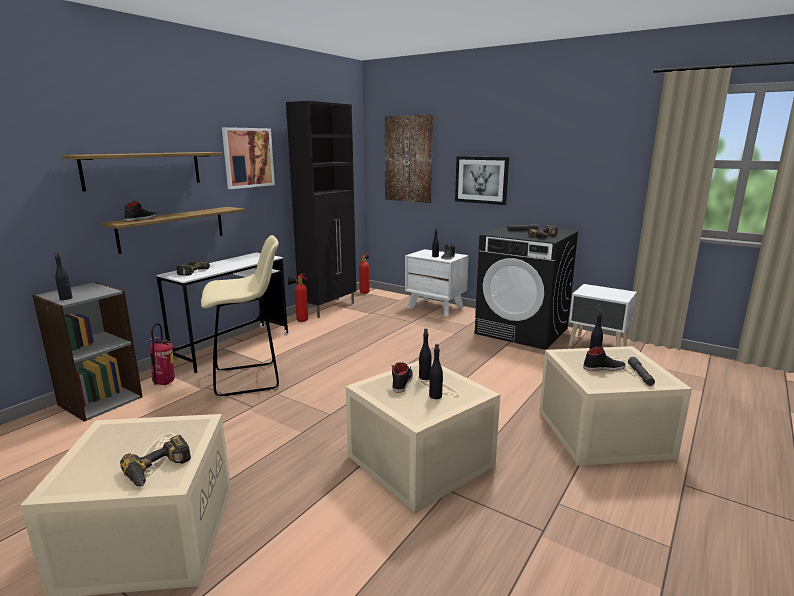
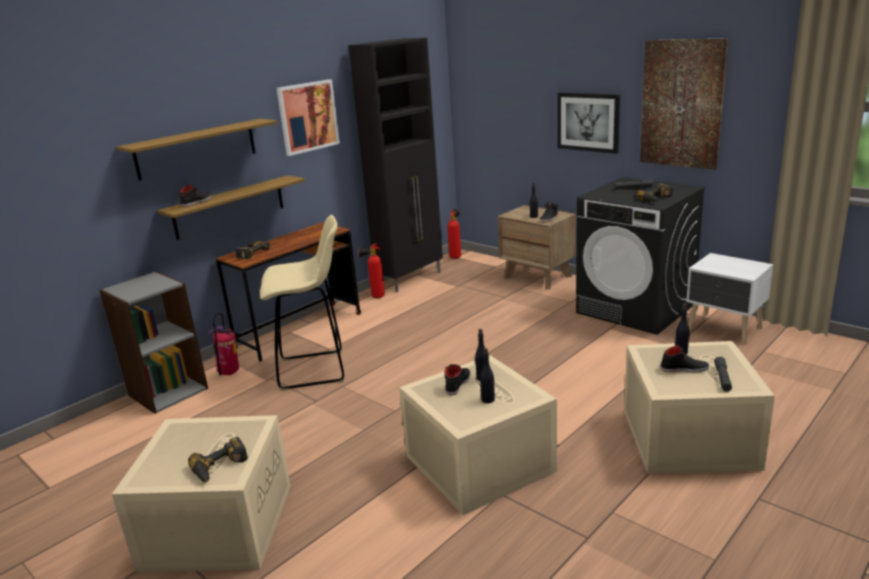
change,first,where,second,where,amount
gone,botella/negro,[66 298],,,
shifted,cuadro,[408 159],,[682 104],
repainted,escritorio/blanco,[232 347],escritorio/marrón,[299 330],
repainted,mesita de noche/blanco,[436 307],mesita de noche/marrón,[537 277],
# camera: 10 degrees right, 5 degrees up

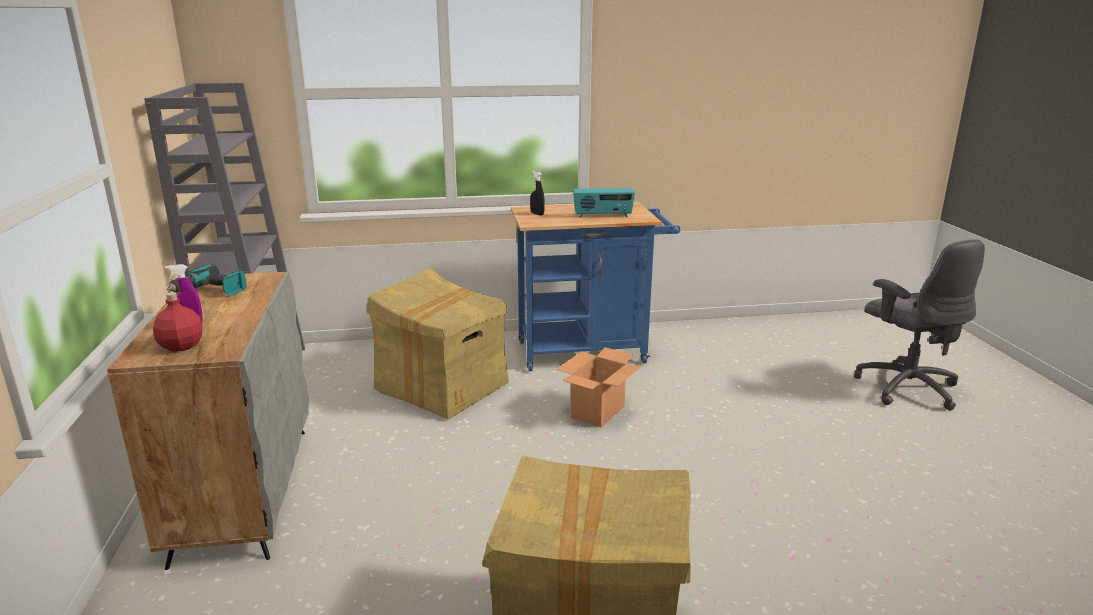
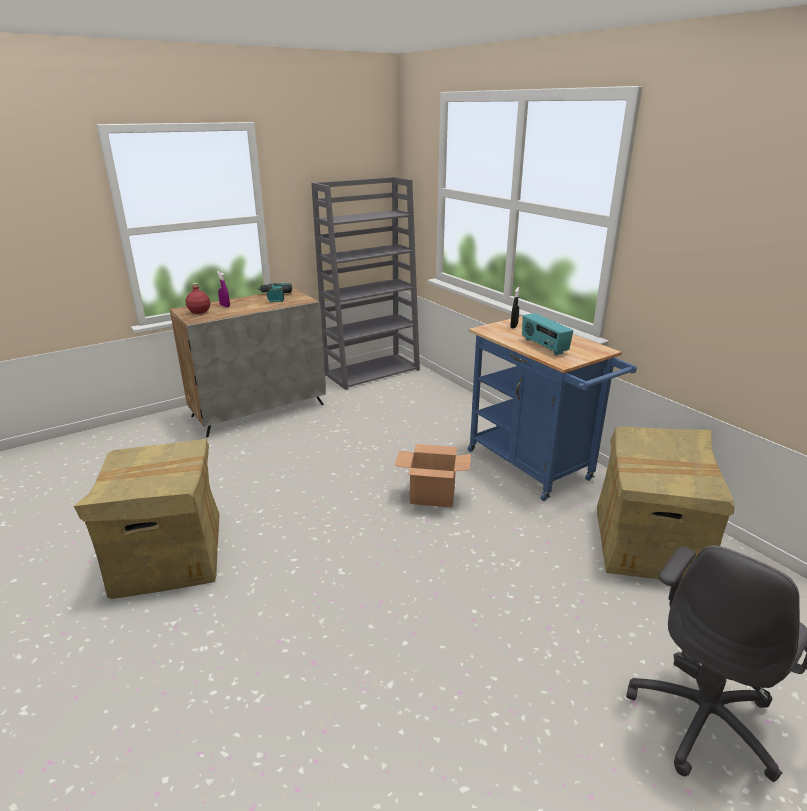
change,first,where,second,where,amount
shifted,caja de cartón,[441 387],,[649 544],
# camera: 65 degrees right, 5 degrees up

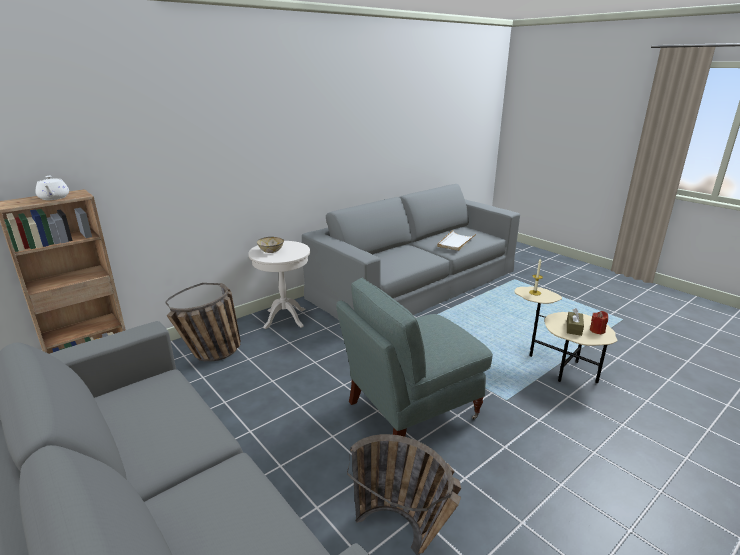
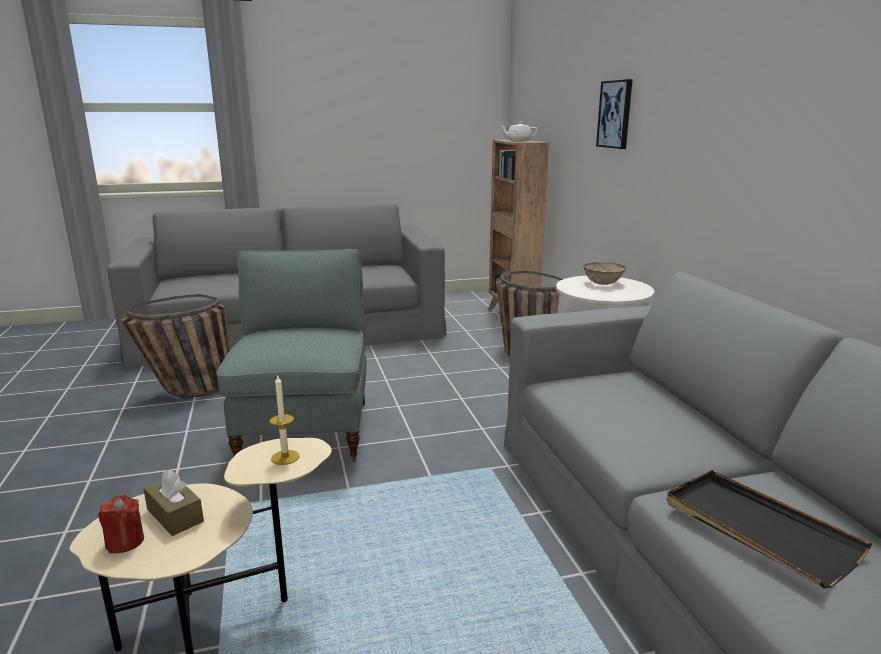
change,first,where,second,where,amount
new,,,cuadro,[615 114],
repainted,bandeja/blanco,[456 242],bandeja/negro,[758 529],
# camera: 115 degrees right, 5 degrees down

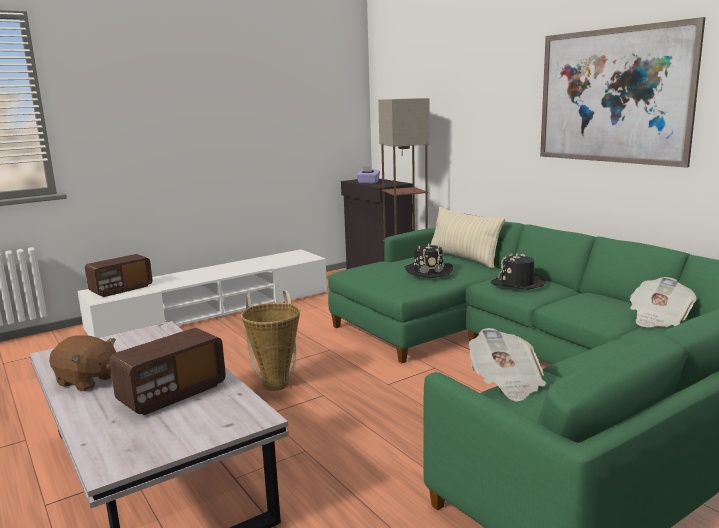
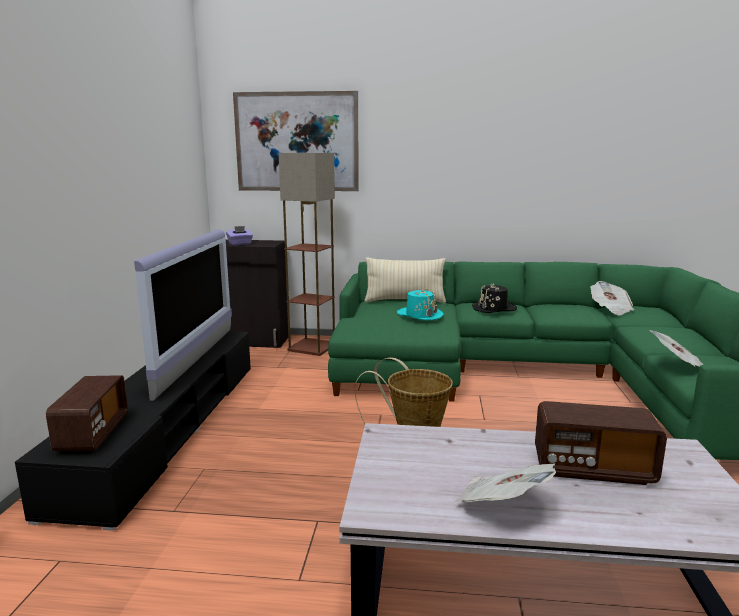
change,first,where,second,where,amount
new,,,televisor,[198 360],
shifted,cuadro,[612 96],,[296 142],
swapped,peluche/marrón,[87 381],periódico,[502 505],
repainted,mueble de televisión/blanco,[214 311],mueble de televisión/negro,[168 427],
repainted,sombrero/negro,[428 271],sombrero/turquesa,[420 315],
rotated,radio,[172 394],,[592 469],105 degrees clockwise
# camera: 50 degrees left, 0 degrees up

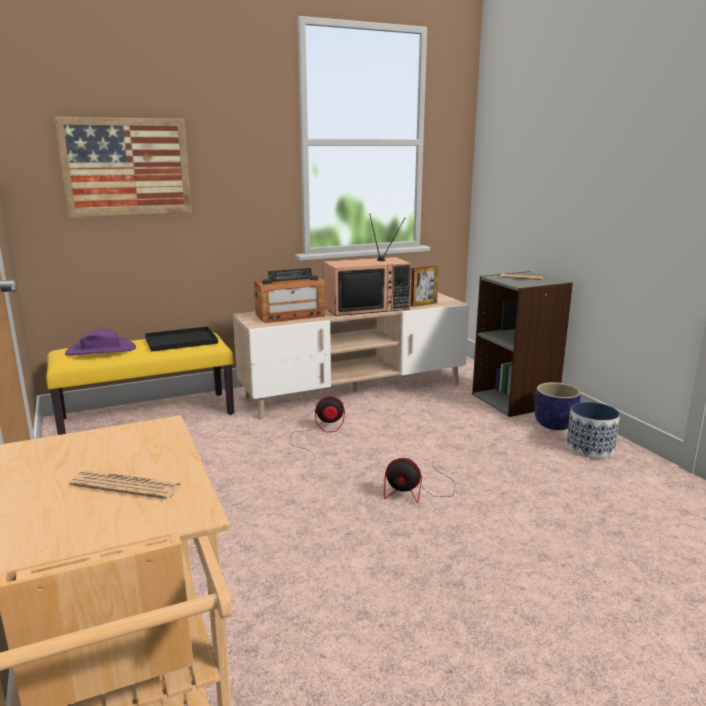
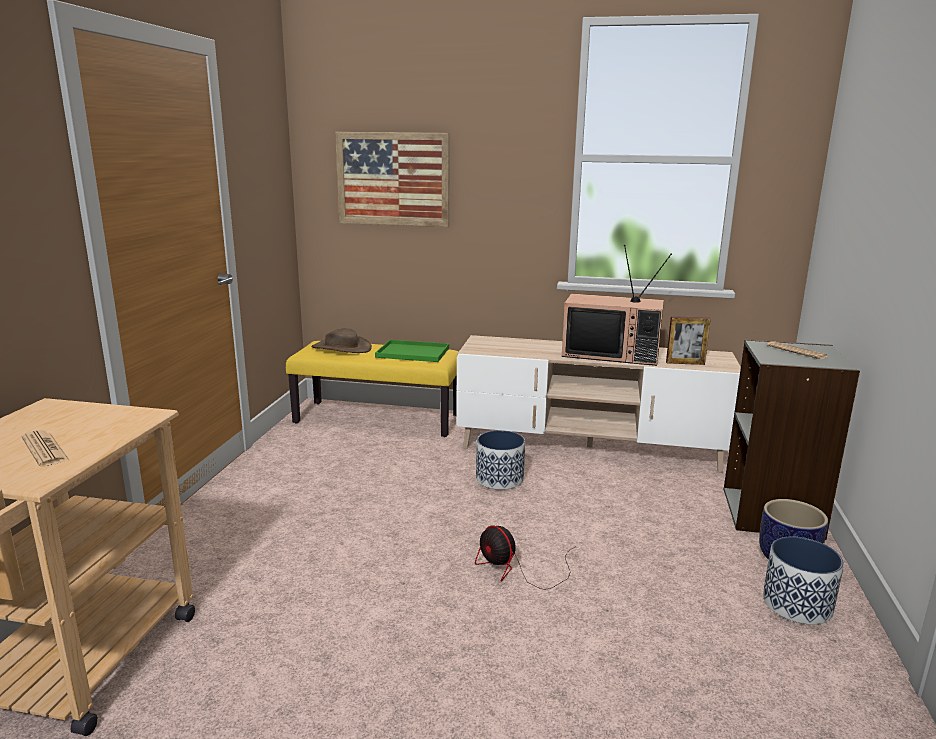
change,first,where,second,where,amount
gone,radio,[290 315],,,
swapped,ventilador,[320 433],maceta,[500 479],
repainted,sombrero/morado,[101 350],sombrero/marrón,[341 348],
repainted,bandeja/negro,[182 340],bandeja/verde,[414 352],
# camera: 35 degrees right, 0 degrees up

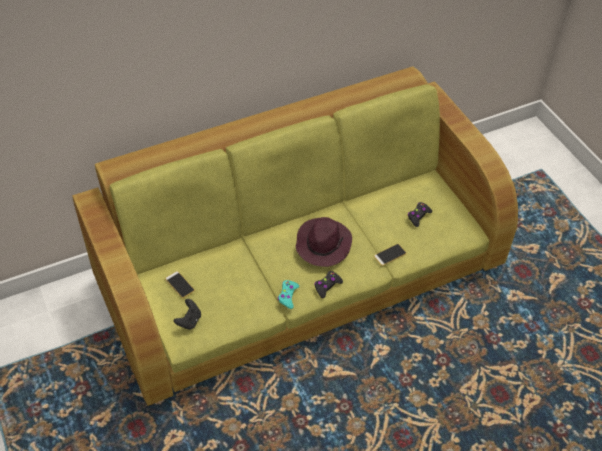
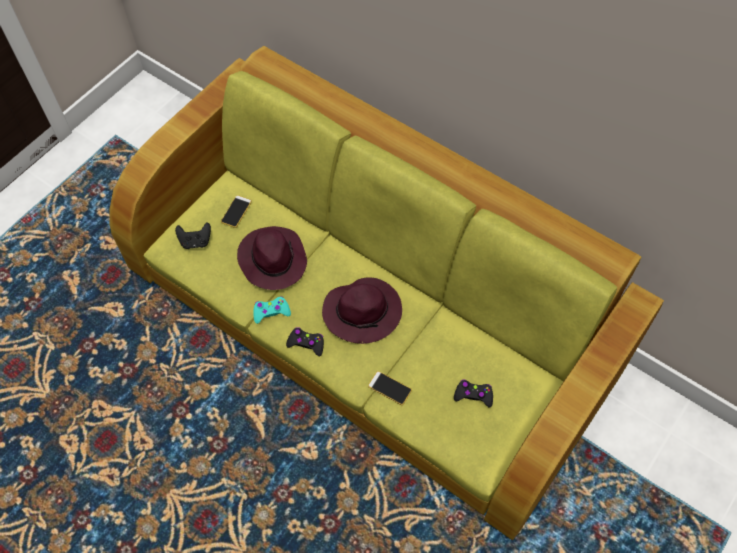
change,first,where,second,where,amount
new,,,sombrero/morado,[272 259],
# camera: 65 degrees right, 10 degrees up

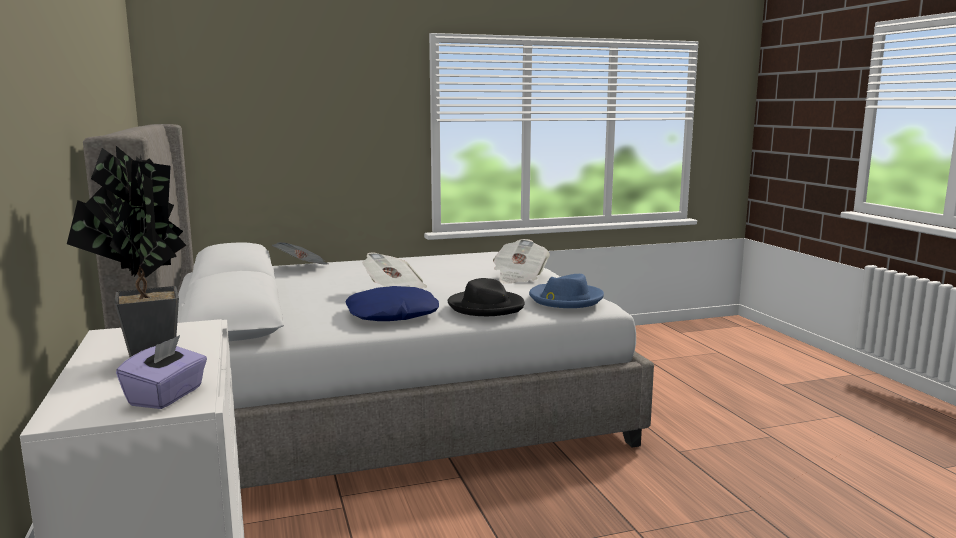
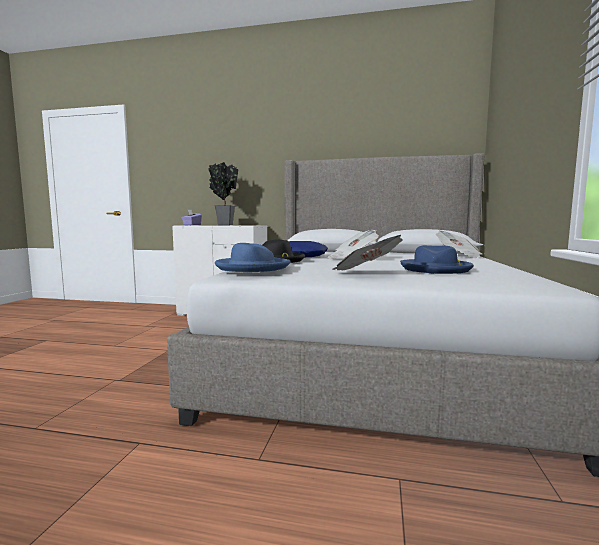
change,first,where,second,where,amount
new,,,sombrero/azul,[436 269],
# camera: 120 degrees right, 5 degrees down

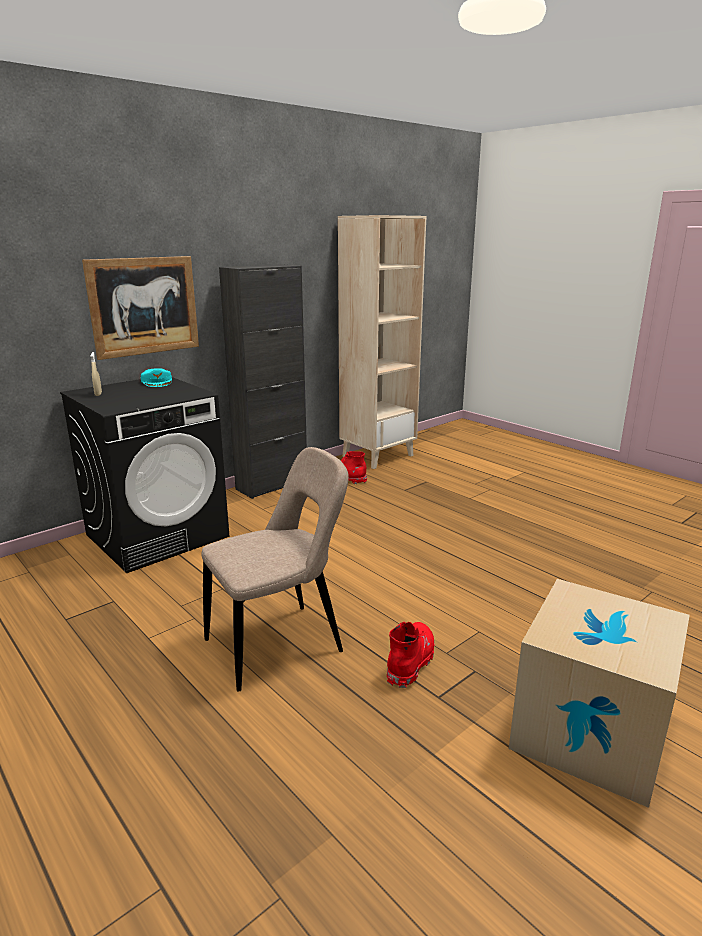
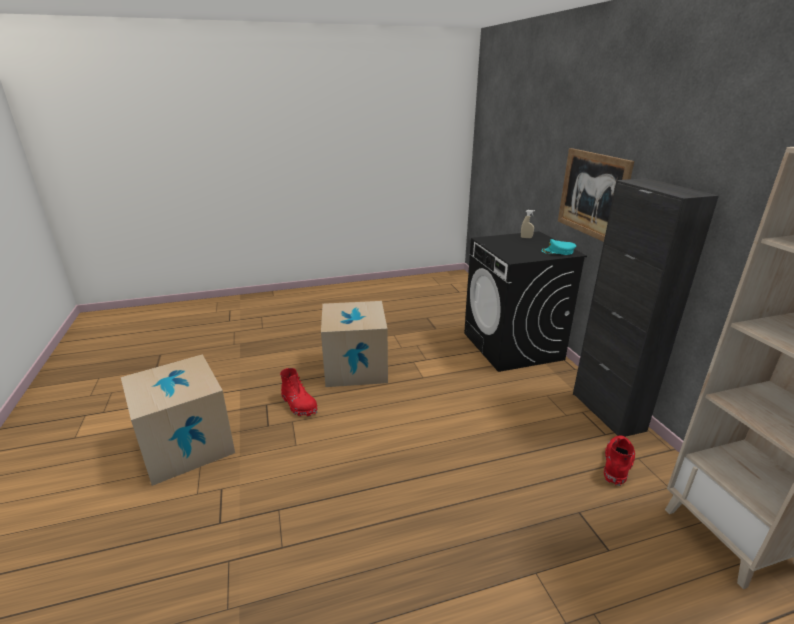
change,first,where,second,where,amount
swapped,silla/beis,[280 644],caja de cartón,[355 368],
# camera: 115 degrees right, 5 degrees up

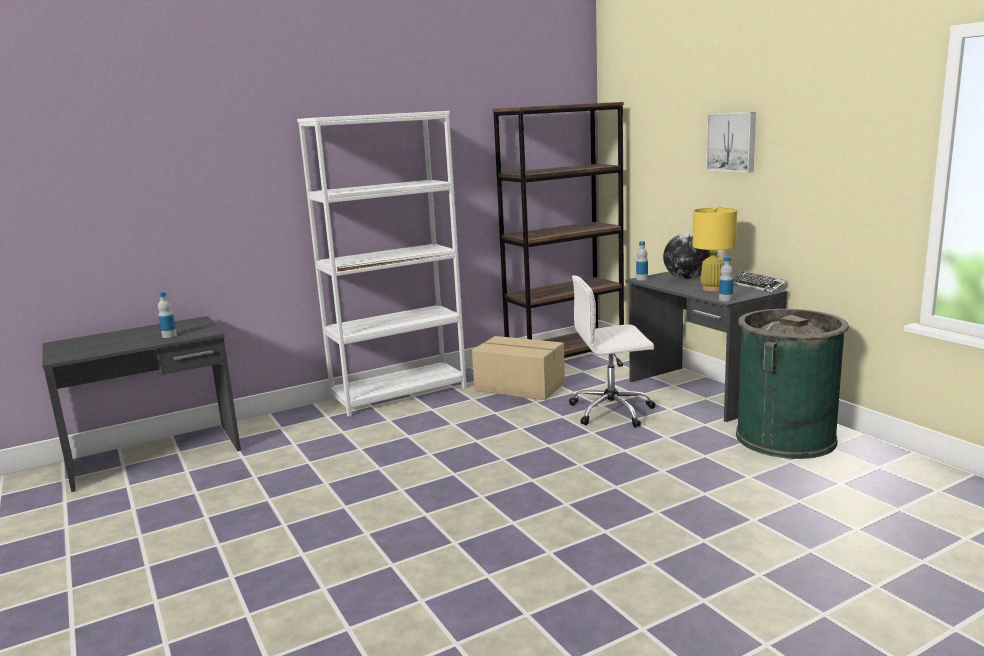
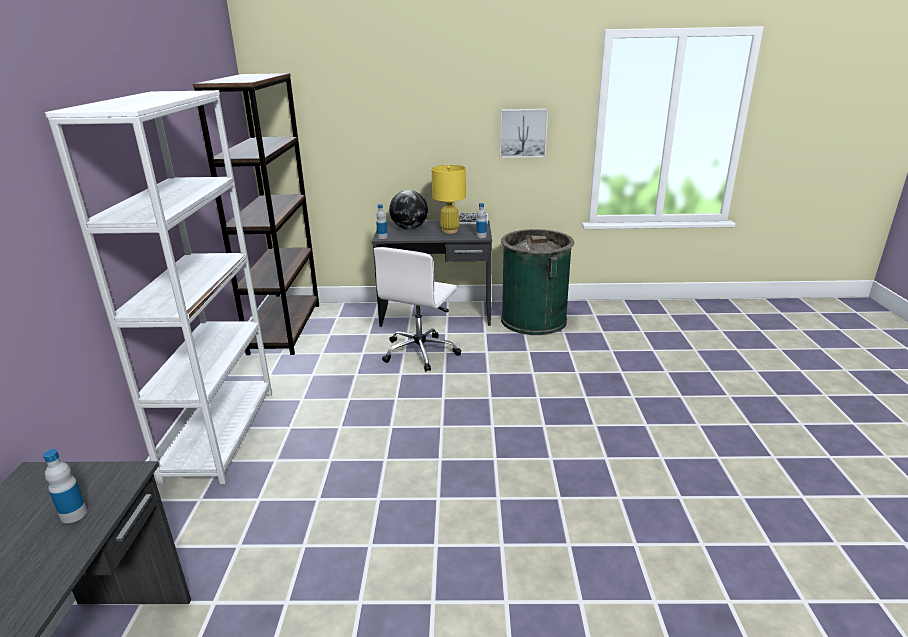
change,first,where,second,where,amount
gone,caja de cartón,[519 387],,,
shifted,cuadro,[732 142],,[523 133],
# camera: 60 degrees left, 10 degrees up

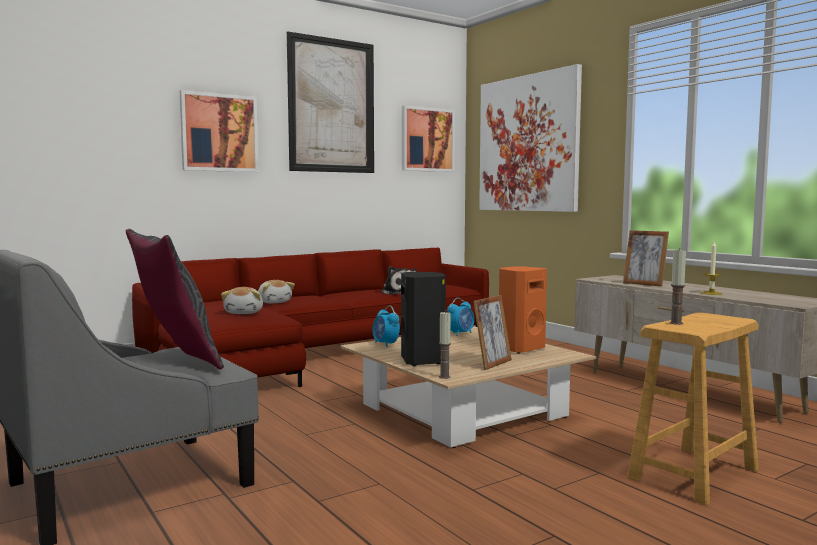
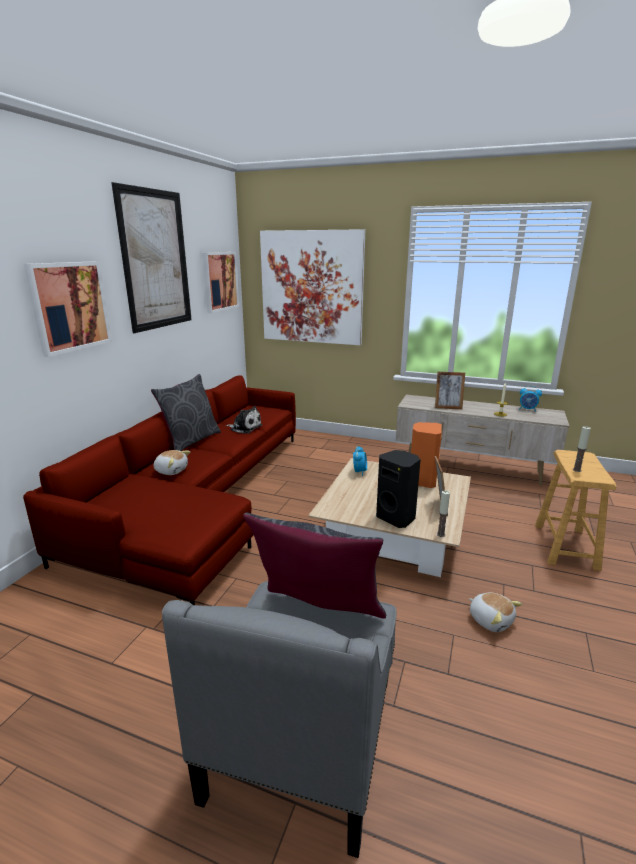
change,first,where,second,where,amount
new,,,cojín/gris,[191 441],
shifted,peluche,[244 312],,[491 620],
shifted,despertador,[385 344],,[528 409],
# camera: 35 degrees left, 15 degrees up

